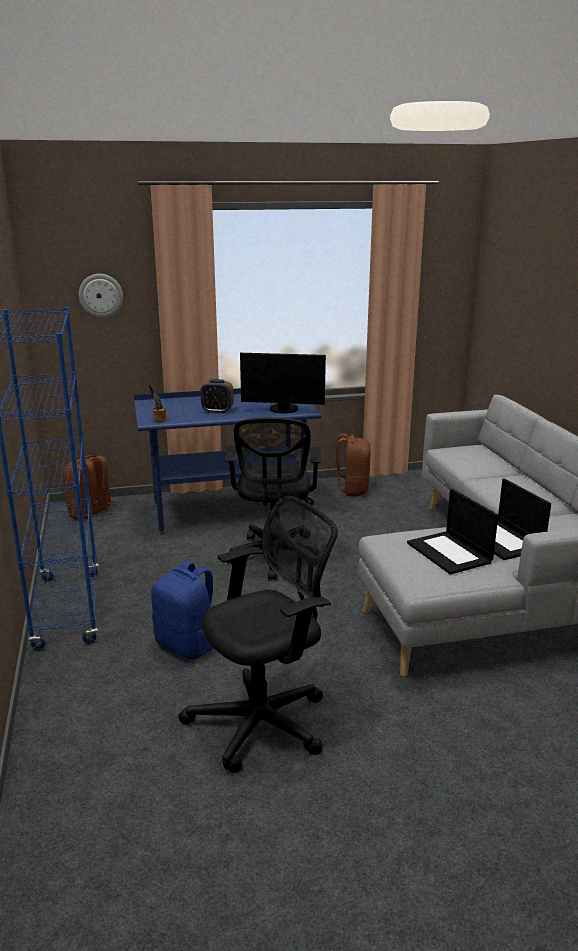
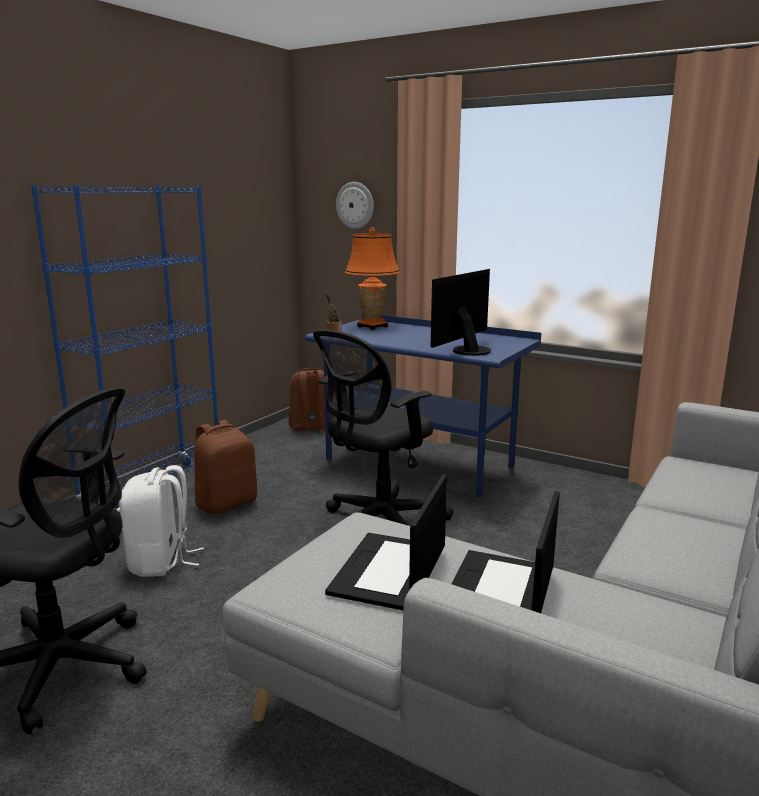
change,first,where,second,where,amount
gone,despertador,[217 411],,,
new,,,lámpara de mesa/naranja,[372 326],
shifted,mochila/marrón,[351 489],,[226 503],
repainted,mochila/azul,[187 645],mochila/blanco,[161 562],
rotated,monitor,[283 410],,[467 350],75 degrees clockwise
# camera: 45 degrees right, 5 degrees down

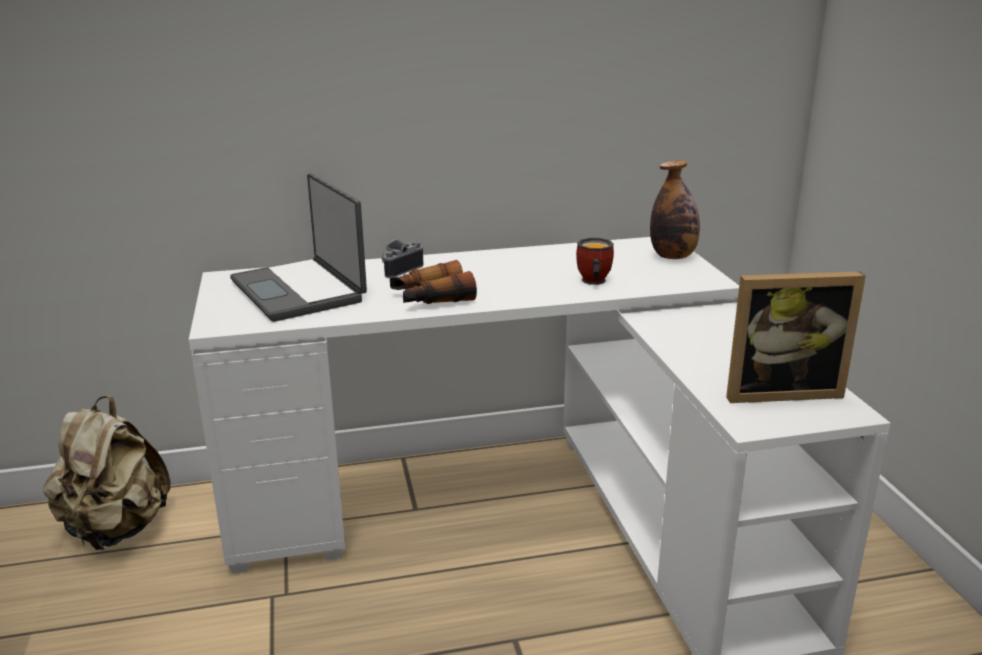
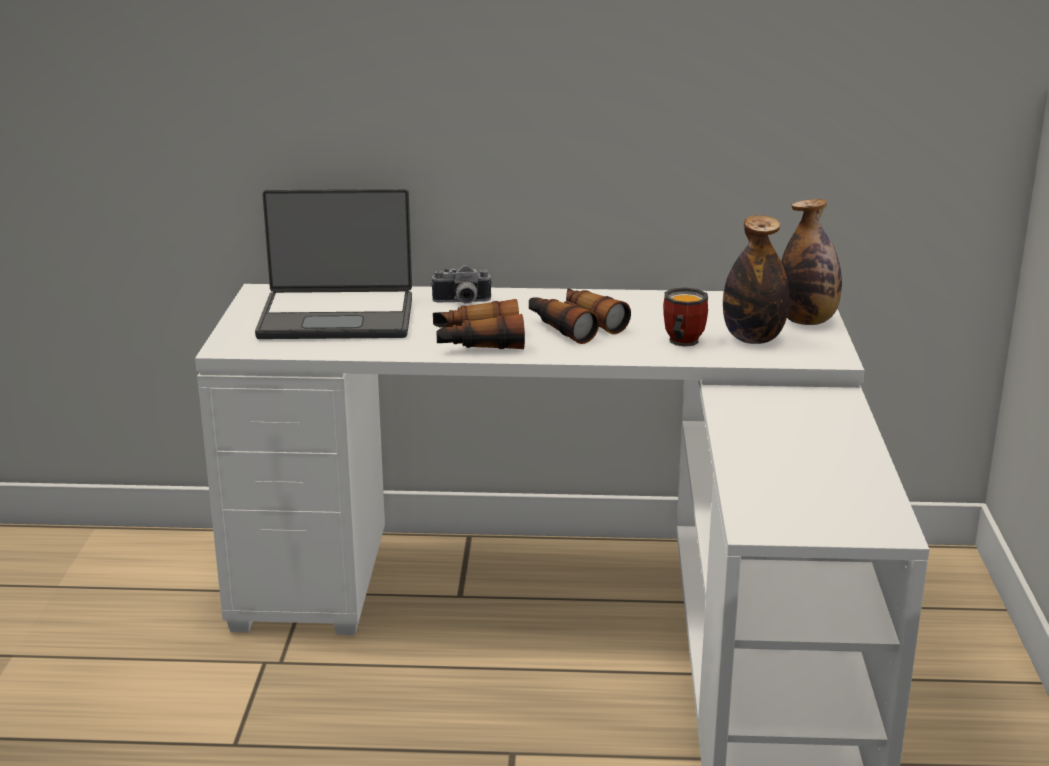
change,first,where,second,where,amount
gone,mochila/beis,[116 529],,,
gone,portarretratos,[779 391],,,
new,,,prismáticos,[574 326],
new,,,botella,[753 339],
rotated,portátil,[300 291],,[337 317],75 degrees counterclockwise
rotated,cámara,[399 269],,[462 302],150 degrees counterclockwise
# camera: 15 degrees right, 0 degrees up

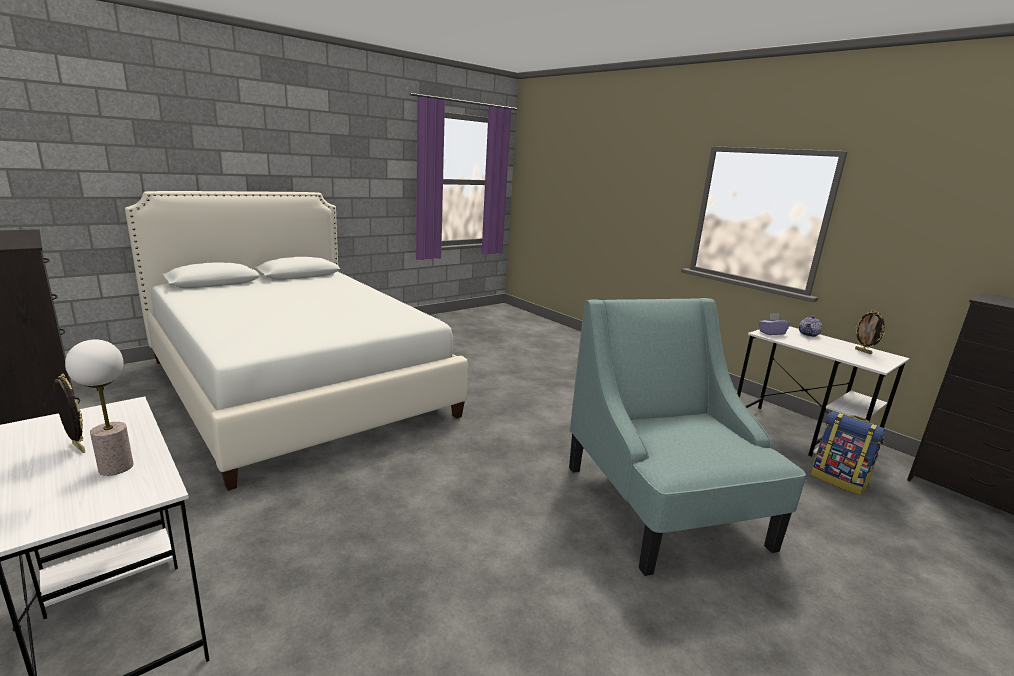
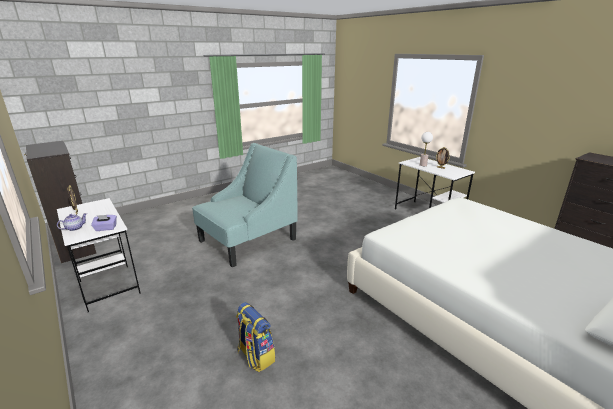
change,first,where,second,where,amount
shifted,mochila,[839 480],,[255 356],
rotated,sillón/turquesa,[664 506],,[247 240],120 degrees counterclockwise
# camera: 175 degrees left, 5 degrees up

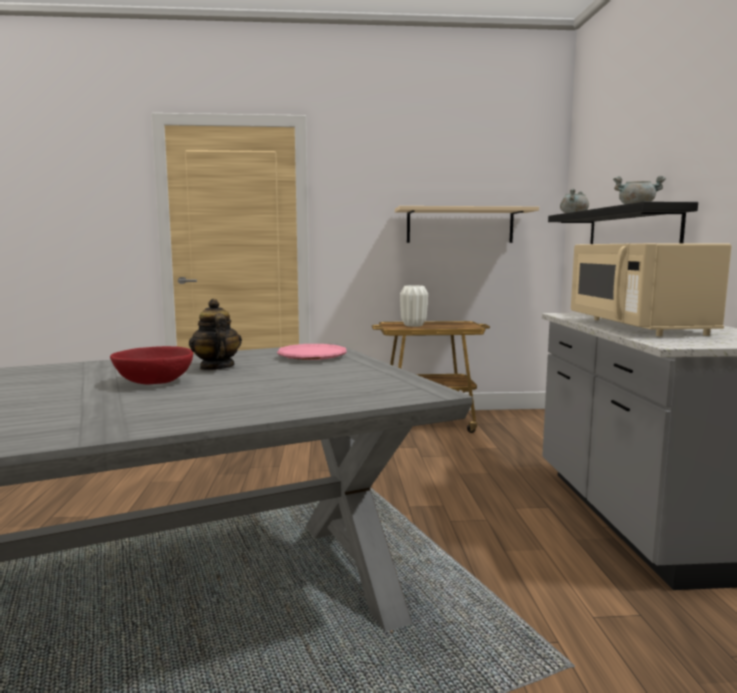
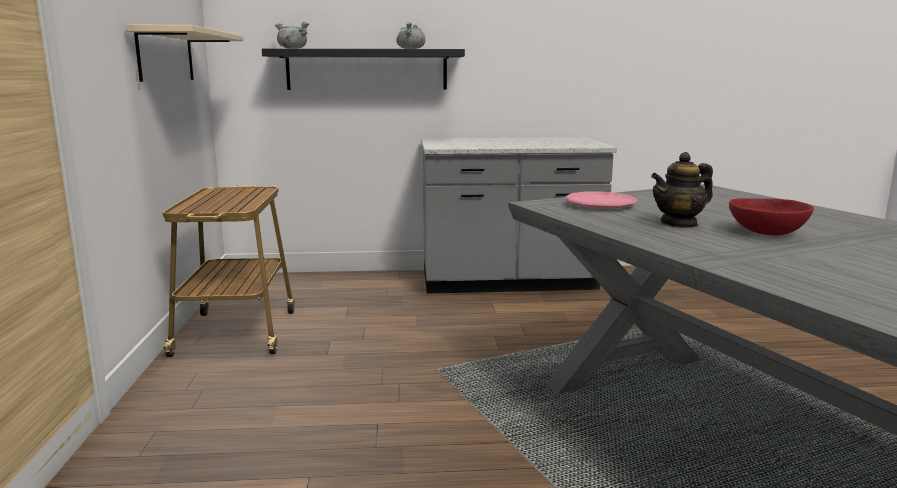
change,first,where,second,where,amount
gone,florero/blanco,[413 325],,,
gone,microondas/beis,[638 326],,,
# camera: 90 degrees left, 5 degrees up

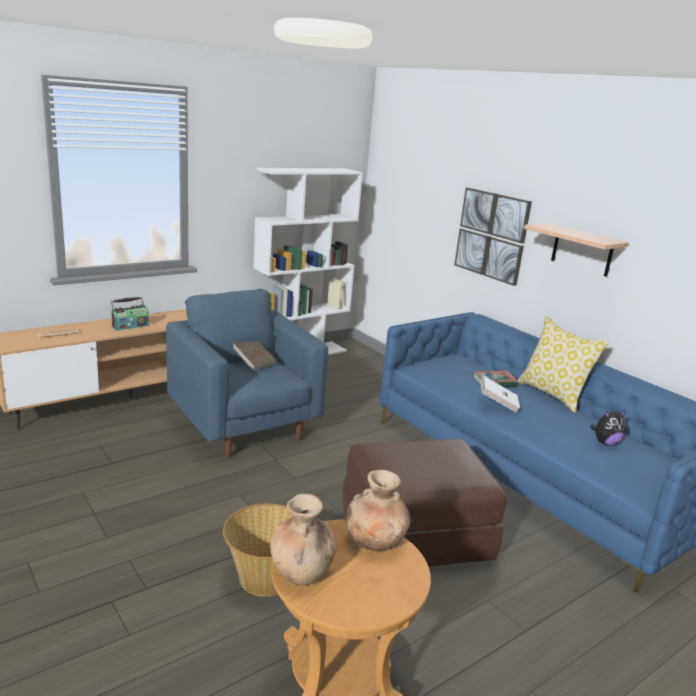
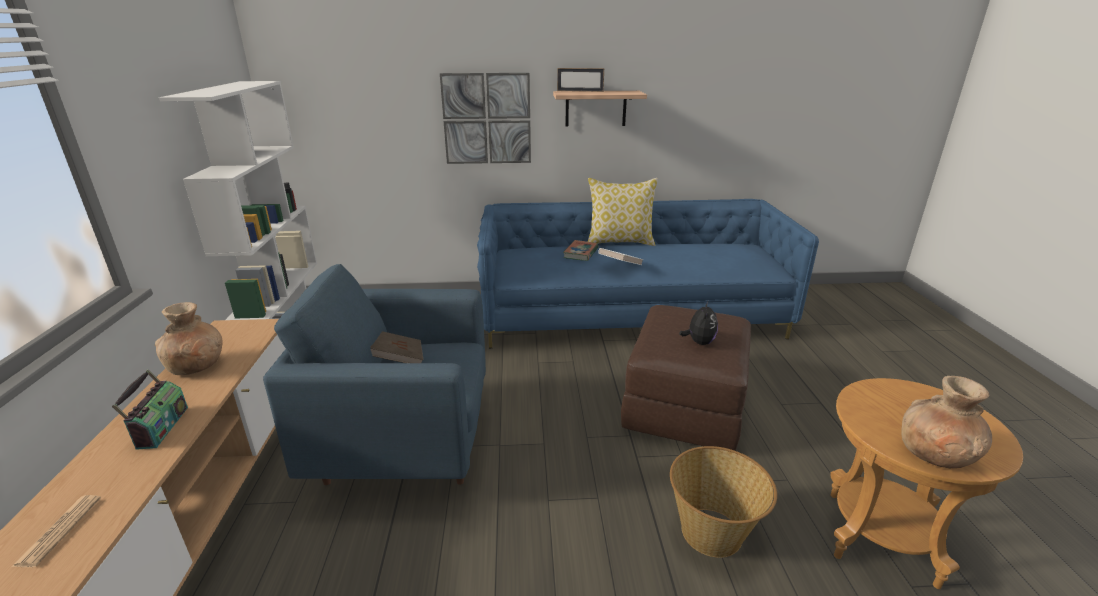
change,first,where,second,where,amount
new,,,portarretratos,[580 91],
shifted,florero/marrón,[375 540],,[197 366],
shifted,peluche,[605 442],,[699 342],
# camera: 55 degrees left, 5 degrees up

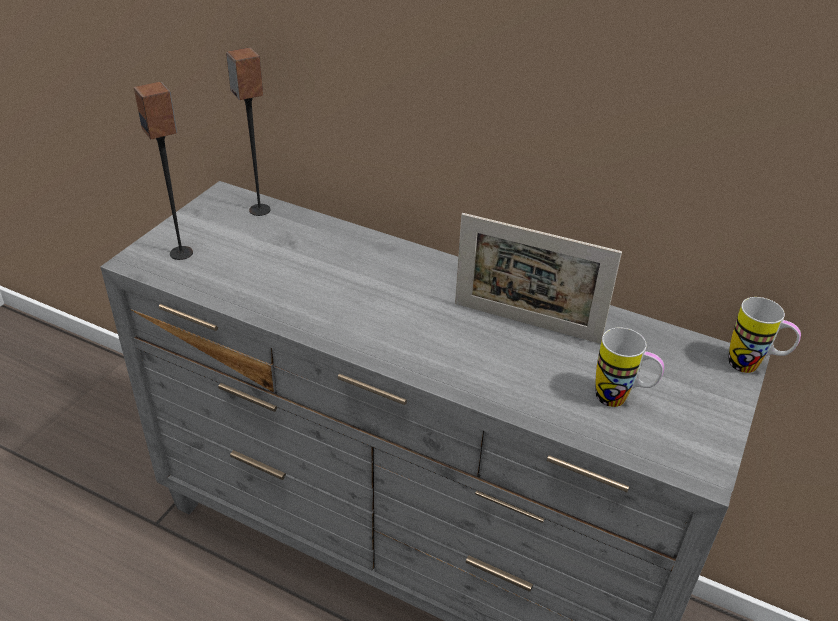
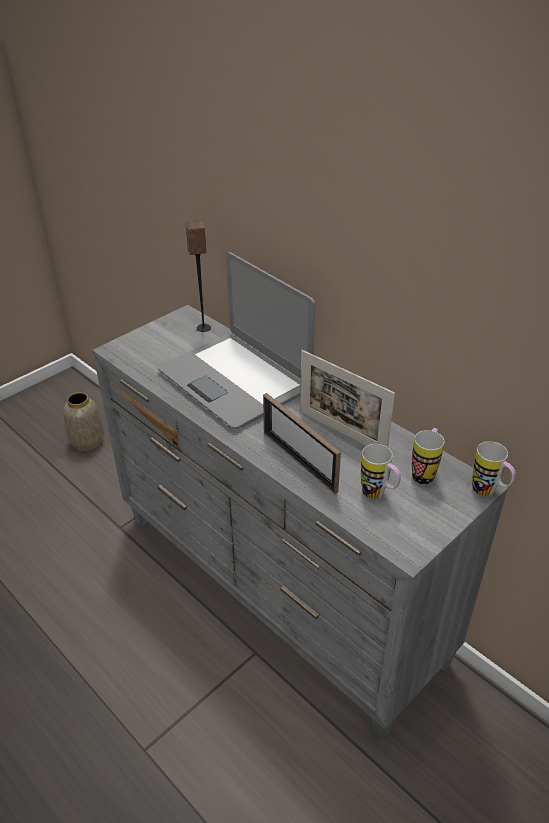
change,first,where,second,where,amount
gone,altavoz,[182 253],,,
new,,,florero,[88 442],
new,,,portátil,[235 380],
new,,,portarretratos,[299 461],
new,,,taza grande,[425 472],
# camera: 20 degrees right, 0 degrees up

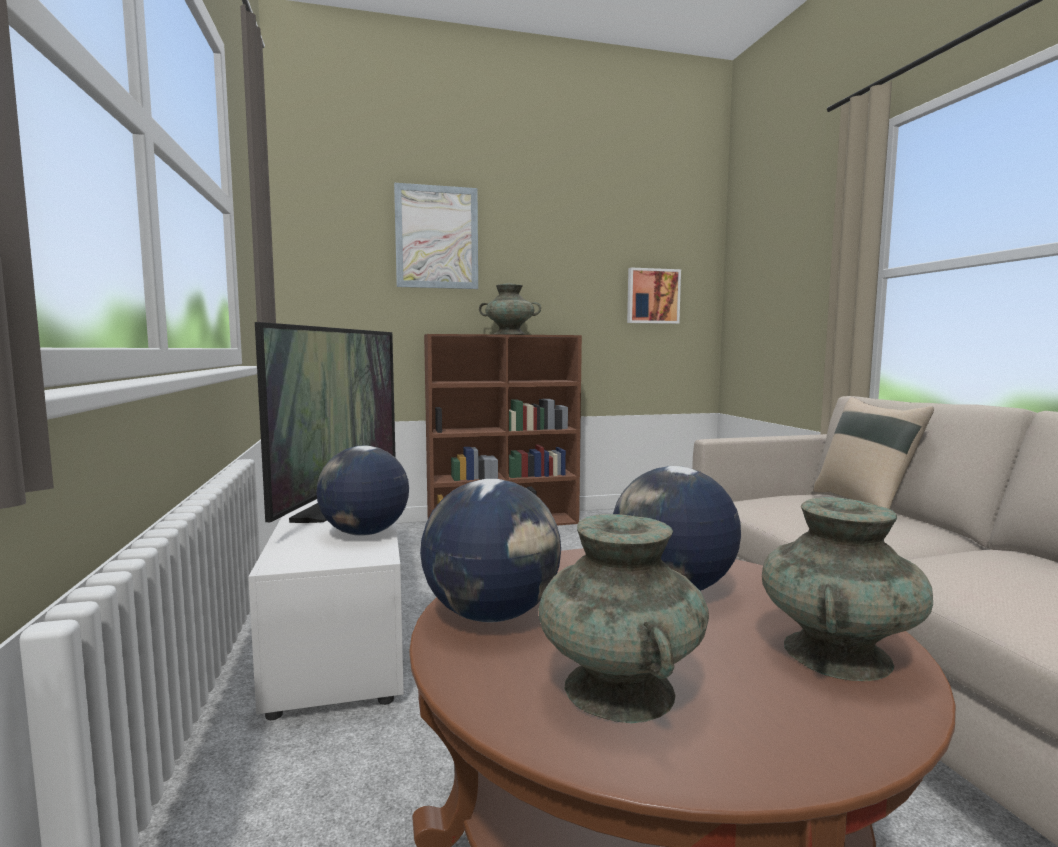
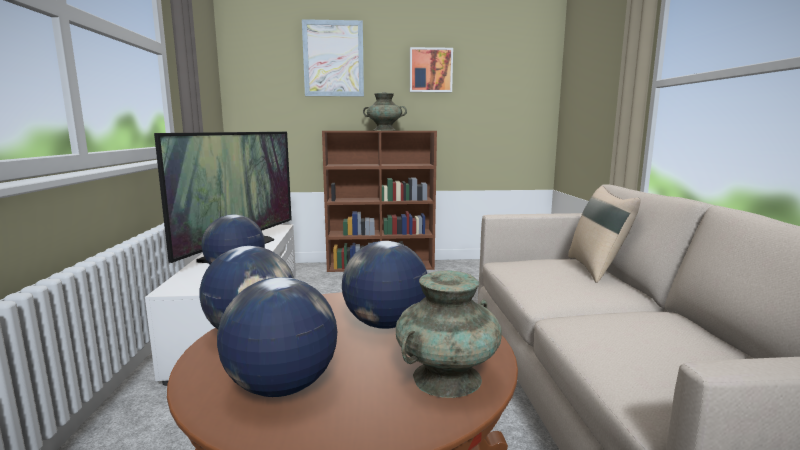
change,first,where,second,where,amount
shifted,cuadro,[652 296],,[430 70],
swapped,florero/turquesa,[618 689],globo terráqueo,[281 386],
# camera: 10 degrees right, 5 degrees up

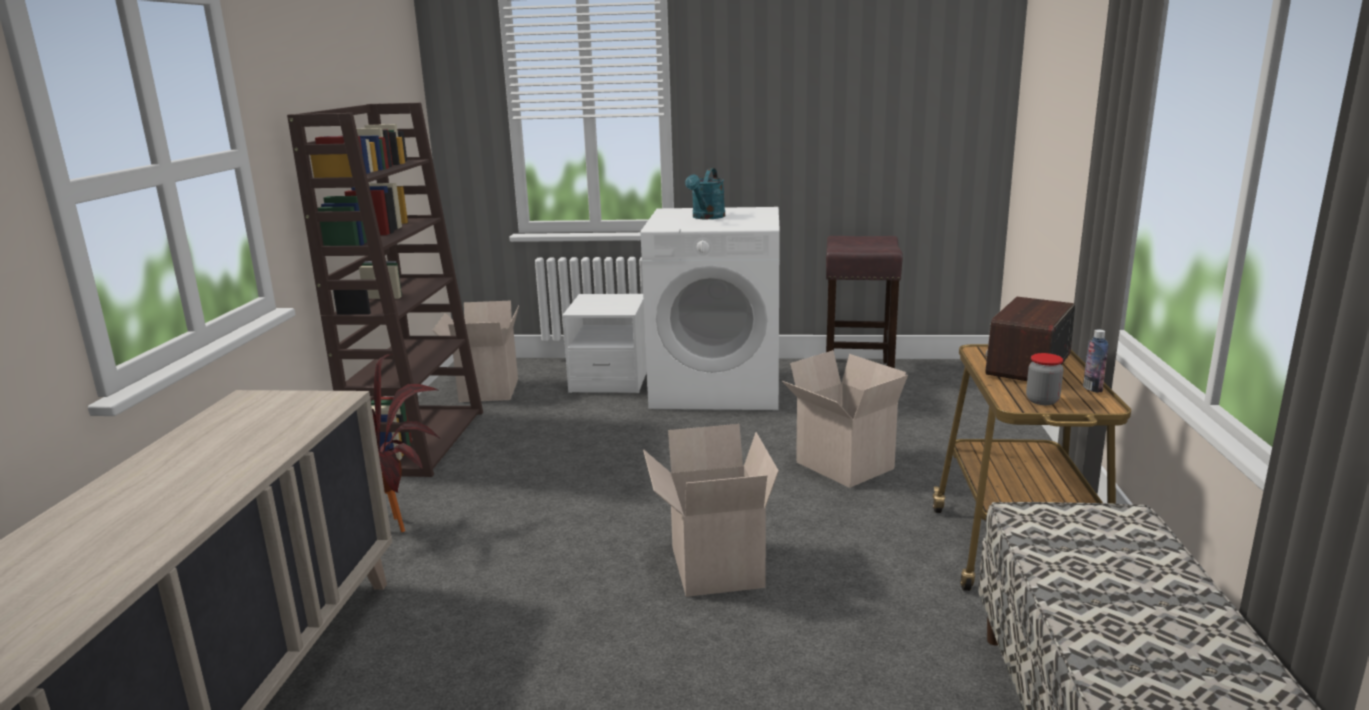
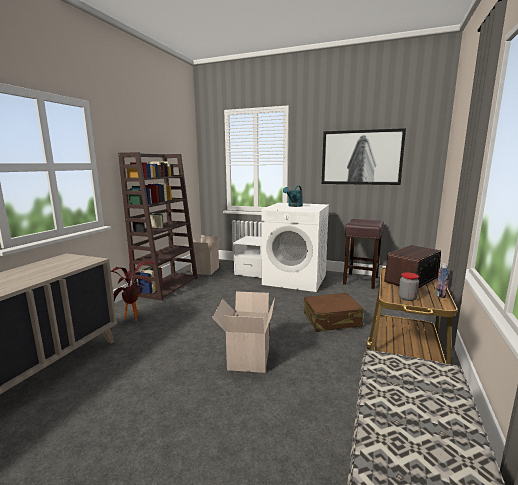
change,first,where,second,where,amount
new,,,cuadro,[361 157],
swapped,caja de cartón,[841 466],maleta/marrón,[332 320],
# camera: 15 degrees right, 5 degrees down

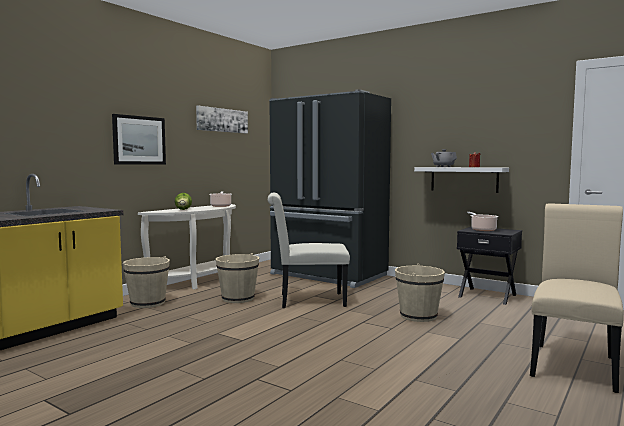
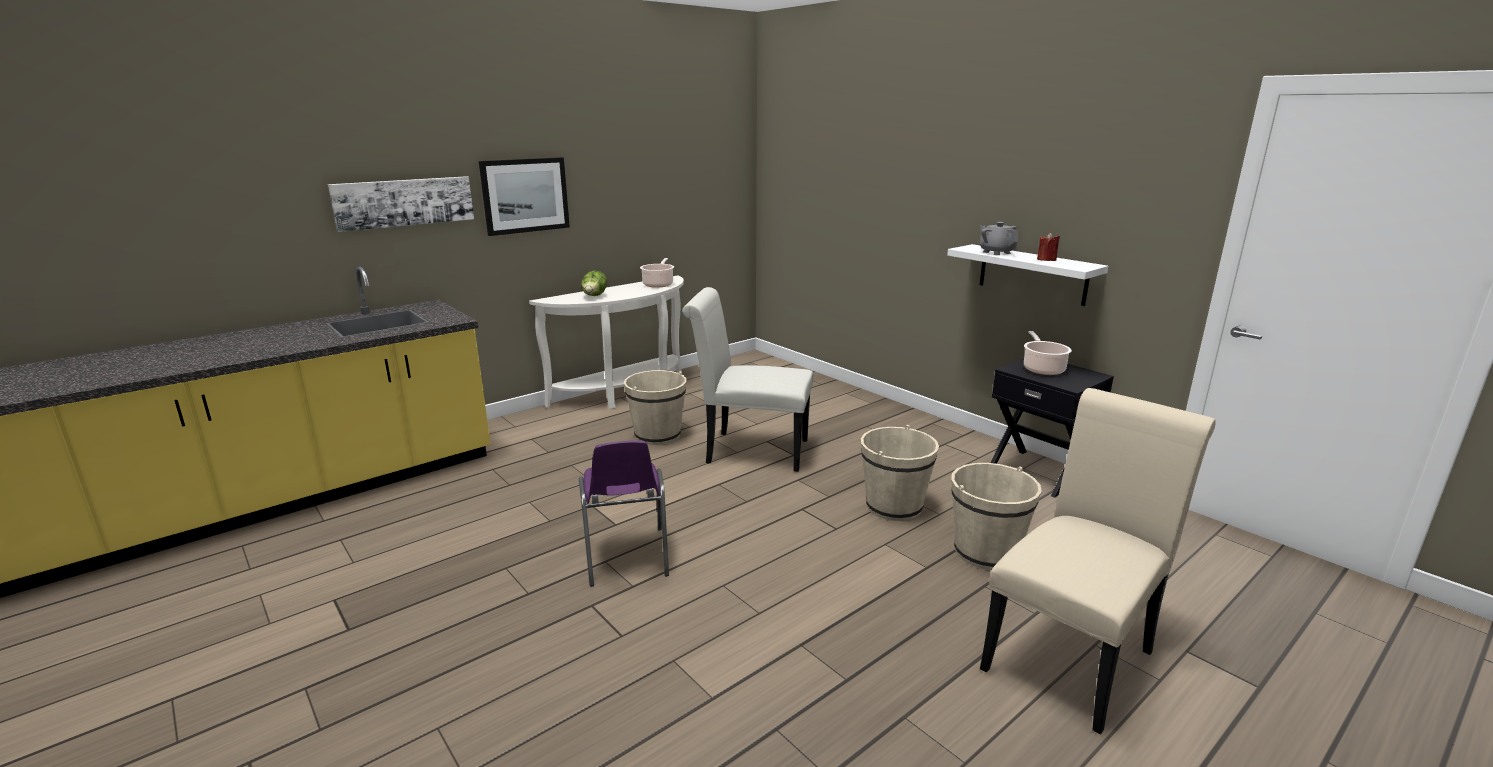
change,first,where,second,where,amount
gone,nevera/negro,[327 275],,,
new,,,silla/morado,[626 558],
shifted,cubo/beis,[148 303],,[986 552],
shifted,cuadro,[222 120],,[404 202],
# camera: 15 degrees right, 15 degrees up

